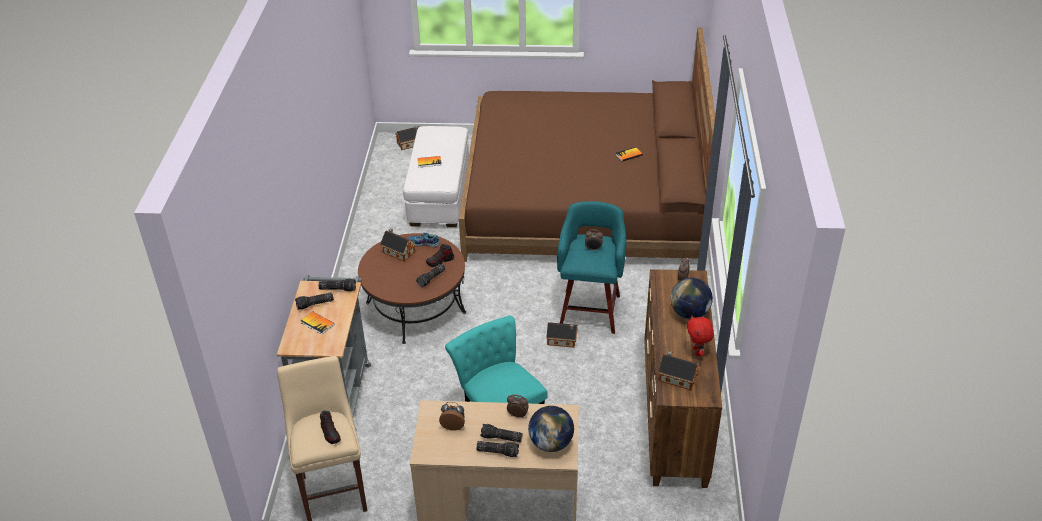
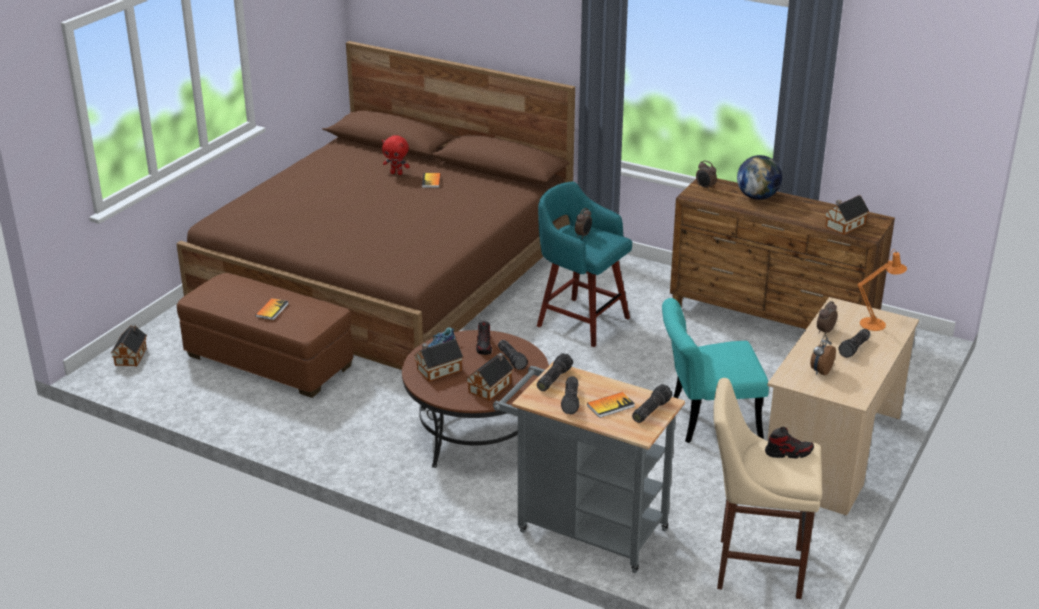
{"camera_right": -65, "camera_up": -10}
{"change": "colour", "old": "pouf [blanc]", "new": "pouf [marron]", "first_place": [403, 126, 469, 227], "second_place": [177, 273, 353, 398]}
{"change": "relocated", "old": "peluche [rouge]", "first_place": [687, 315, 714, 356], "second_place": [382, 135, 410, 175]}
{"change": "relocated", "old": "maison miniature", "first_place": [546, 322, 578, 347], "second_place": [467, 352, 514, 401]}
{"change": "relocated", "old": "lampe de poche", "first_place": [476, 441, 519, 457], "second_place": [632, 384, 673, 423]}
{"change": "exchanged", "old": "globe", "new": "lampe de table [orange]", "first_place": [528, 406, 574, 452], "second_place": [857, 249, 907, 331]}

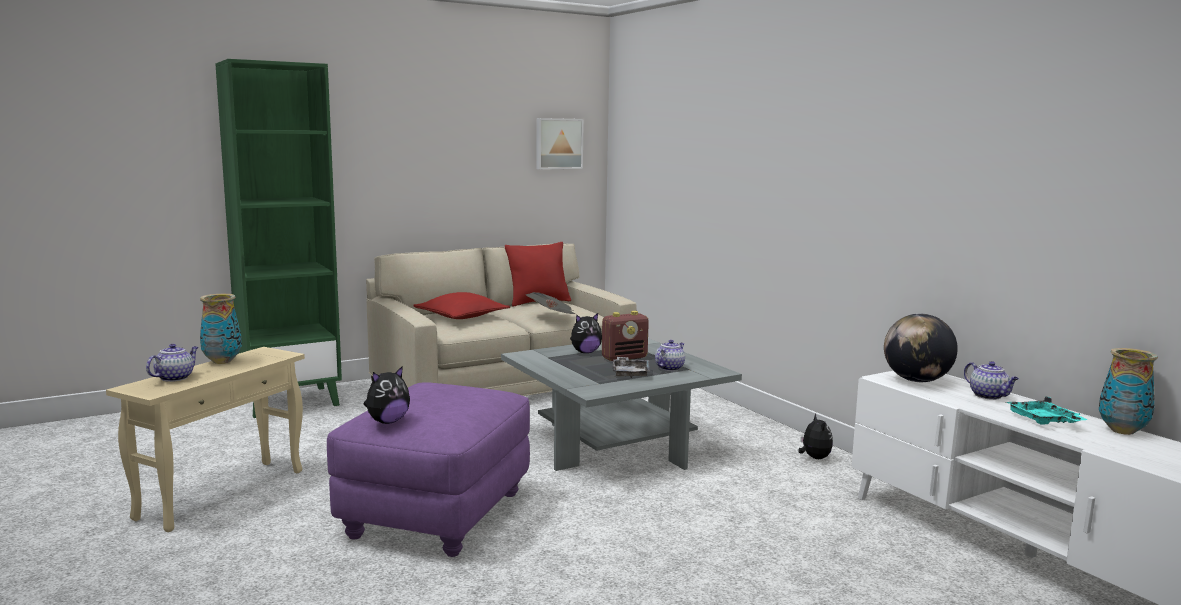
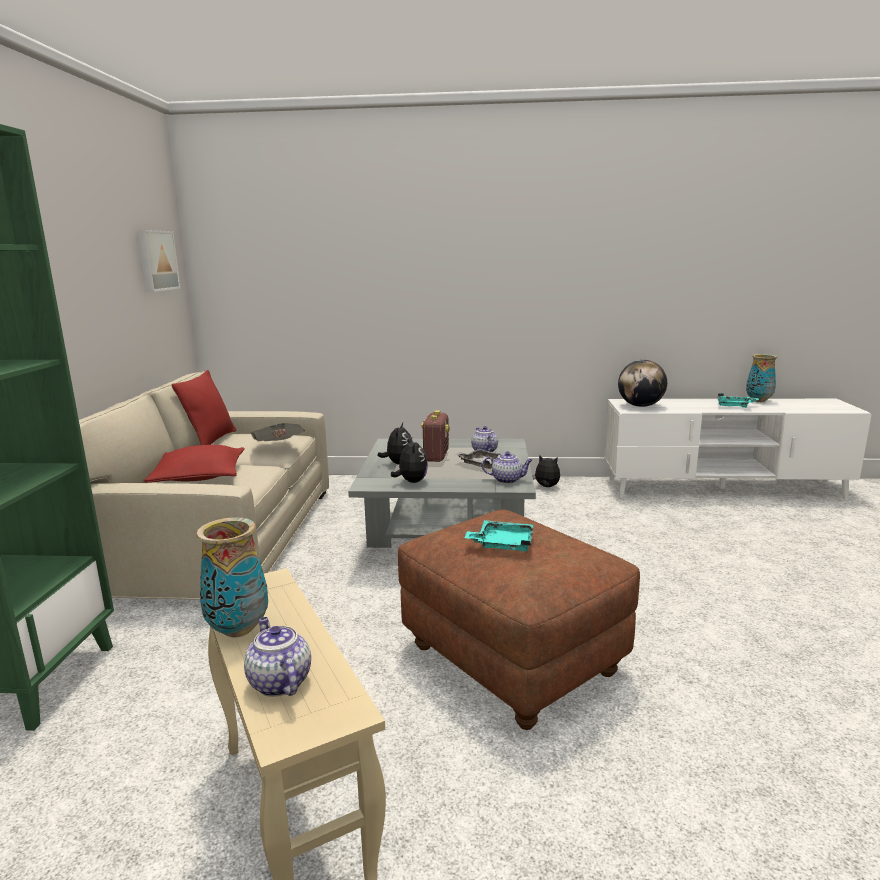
{"camera_right": -55, "camera_up": 5}
{"change": "relocated", "old": "peluche", "first_place": [363, 366, 410, 424], "second_place": [391, 436, 428, 483]}
{"change": "colour", "old": "pouf [violet]", "new": "pouf [marron]", "first_place": [327, 382, 530, 557], "second_place": [398, 509, 640, 730]}
{"change": "appeared", "new": "plateau [turquoise]", "second_place": [465, 520, 534, 551]}
{"change": "relocated", "old": "théière", "first_place": [964, 361, 1019, 400], "second_place": [482, 452, 533, 484]}

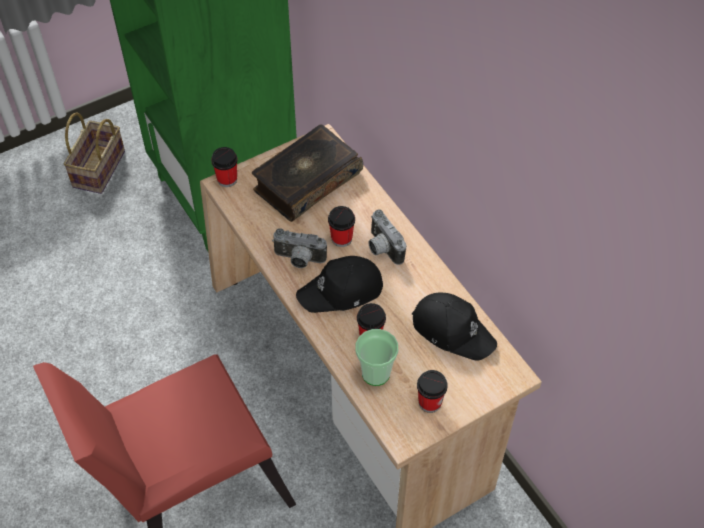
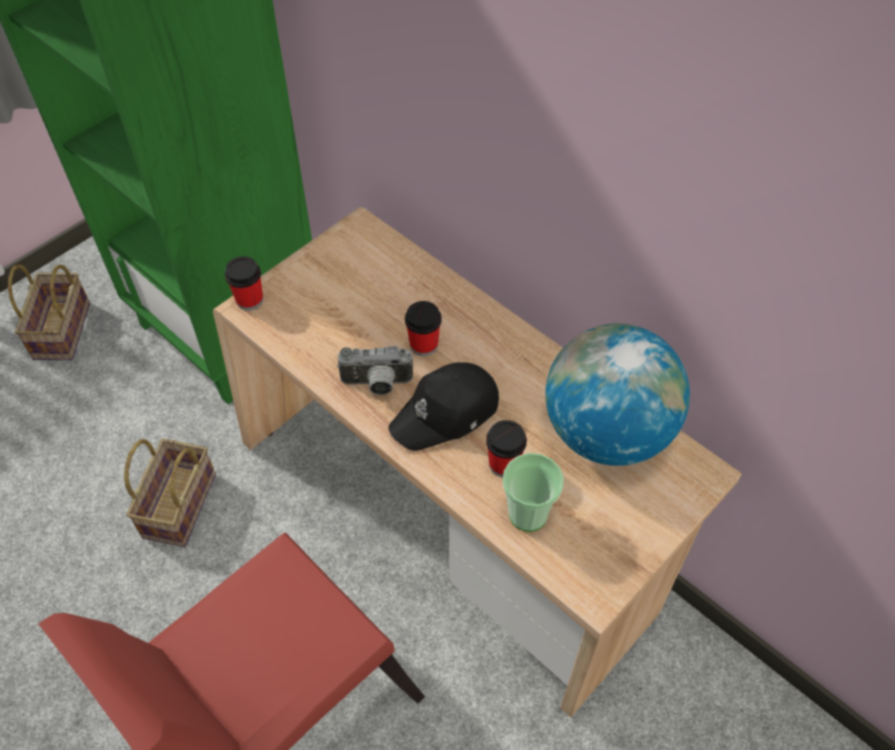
{"camera_right": -15, "camera_up": 0}
{"change": "appeared", "new": "panier", "second_place": [124, 439, 216, 547]}
{"change": "exchanged", "old": "casquette [noir]", "new": "globe", "first_place": [412, 293, 497, 361], "second_place": [545, 324, 690, 466]}
{"change": "missing", "old": "livre", "first_place": [252, 124, 363, 222]}
{"change": "missing", "old": "appareil photo", "first_place": [368, 210, 406, 265]}
{"change": "missing", "old": "tasse", "first_place": [417, 370, 448, 413]}

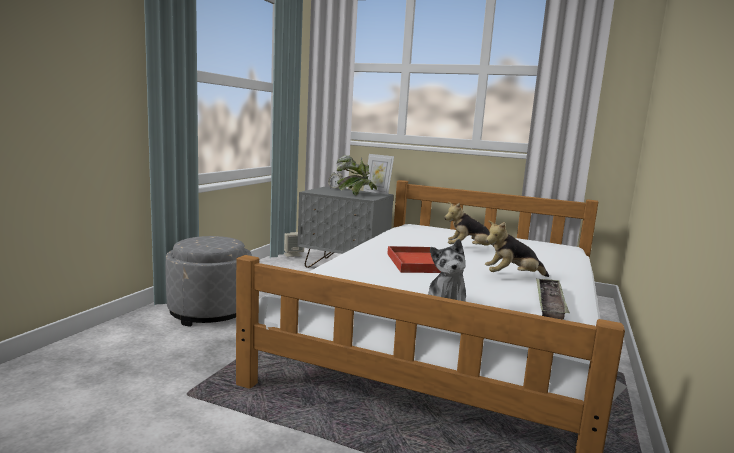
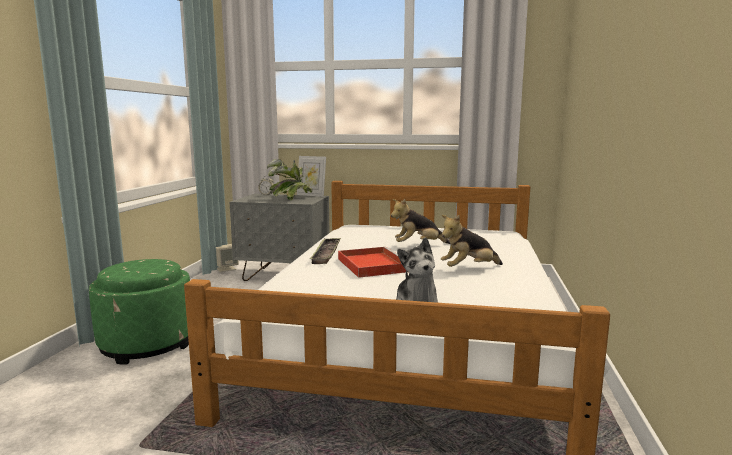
{"camera_right": -10, "camera_up": 0}
{"change": "colour", "old": "pouf [gris]", "new": "pouf [vert]", "first_place": [166, 236, 252, 327], "second_place": [89, 259, 190, 365]}
{"change": "relocated", "old": "plateau", "first_place": [536, 279, 570, 319], "second_place": [310, 238, 341, 264]}

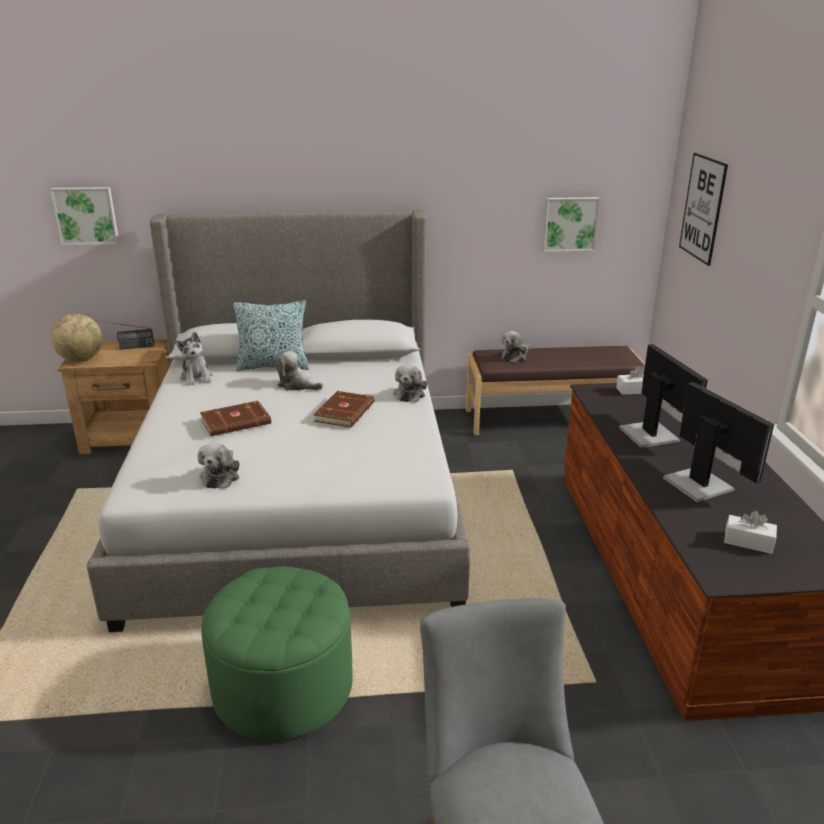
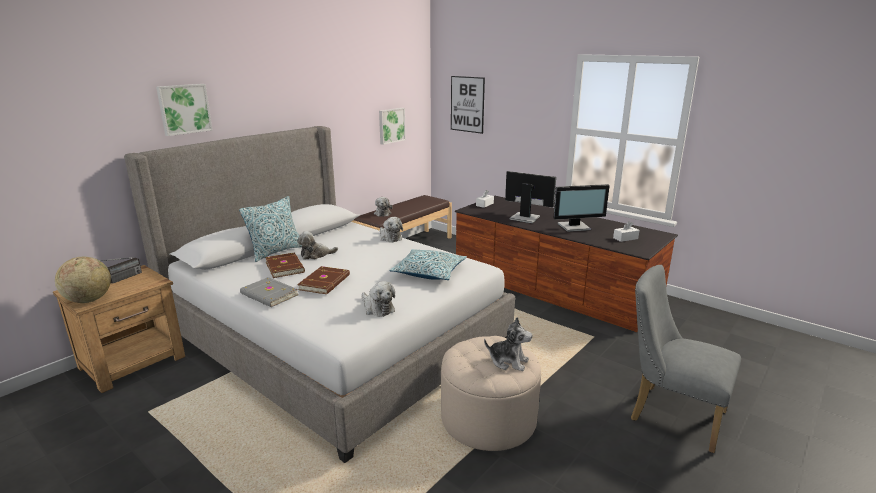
{"camera_right": -45, "camera_up": -5}
{"change": "relocated", "old": "tableau", "first_place": [50, 187, 119, 245], "second_place": [156, 84, 212, 136]}
{"change": "appeared", "new": "livre [gris]", "second_place": [240, 277, 298, 307]}
{"change": "relocated", "old": "livre [marron]", "first_place": [313, 391, 374, 428], "second_place": [265, 253, 305, 278]}
{"change": "appeared", "new": "coussin", "second_place": [389, 249, 467, 280]}
{"change": "colour", "old": "pouf [vert]", "new": "pouf [beige]", "first_place": [201, 566, 353, 741], "second_place": [441, 336, 541, 451]}
{"change": "relocated", "old": "peluche", "first_place": [175, 332, 213, 386], "second_place": [484, 317, 532, 371]}
{"change": "spun", "old": "écran d'ordinateur", "first_place": [663, 382, 774, 502], "second_place": [553, 184, 610, 232], "degrees": 150}

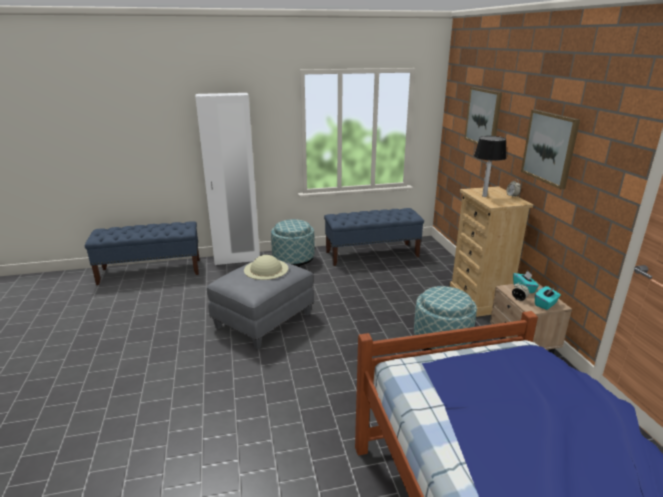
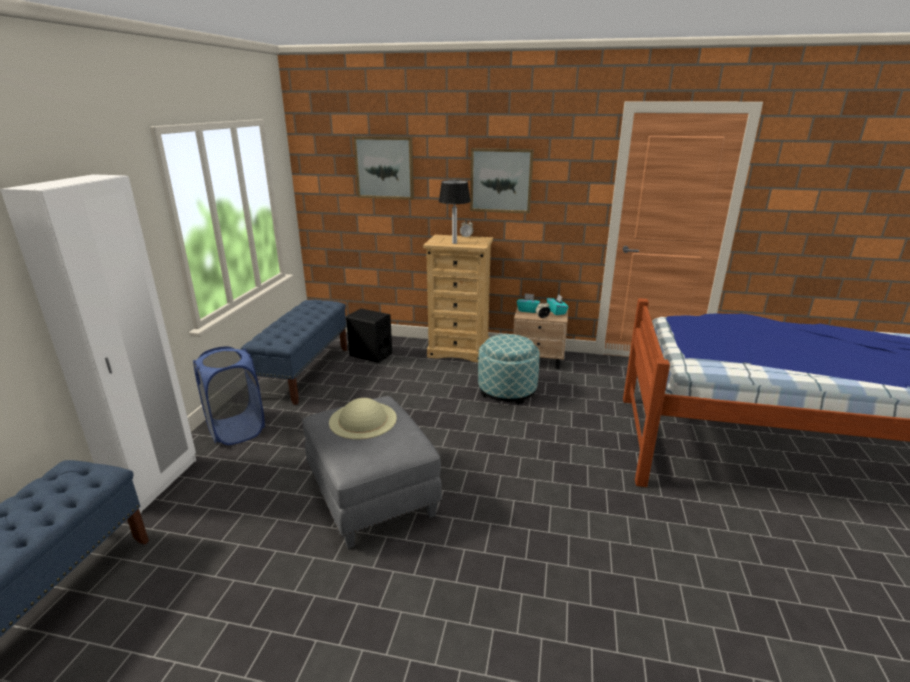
{"camera_right": -65, "camera_up": 0}
{"change": "exchanged", "old": "pouf", "new": "panier à linge [bleu]", "first_place": [271, 219, 315, 267], "second_place": [193, 346, 265, 445]}
{"change": "appeared", "new": "enceinte [noir]", "second_place": [346, 309, 392, 363]}

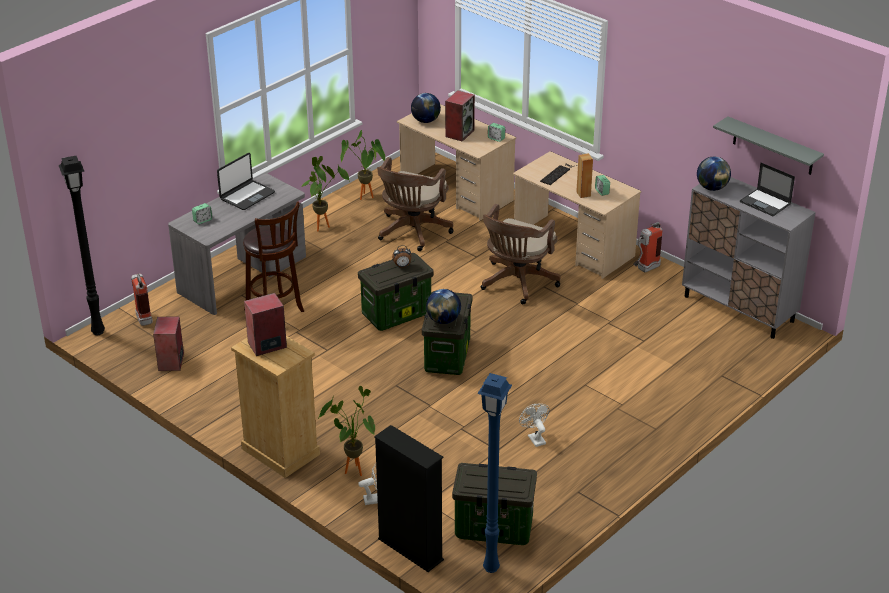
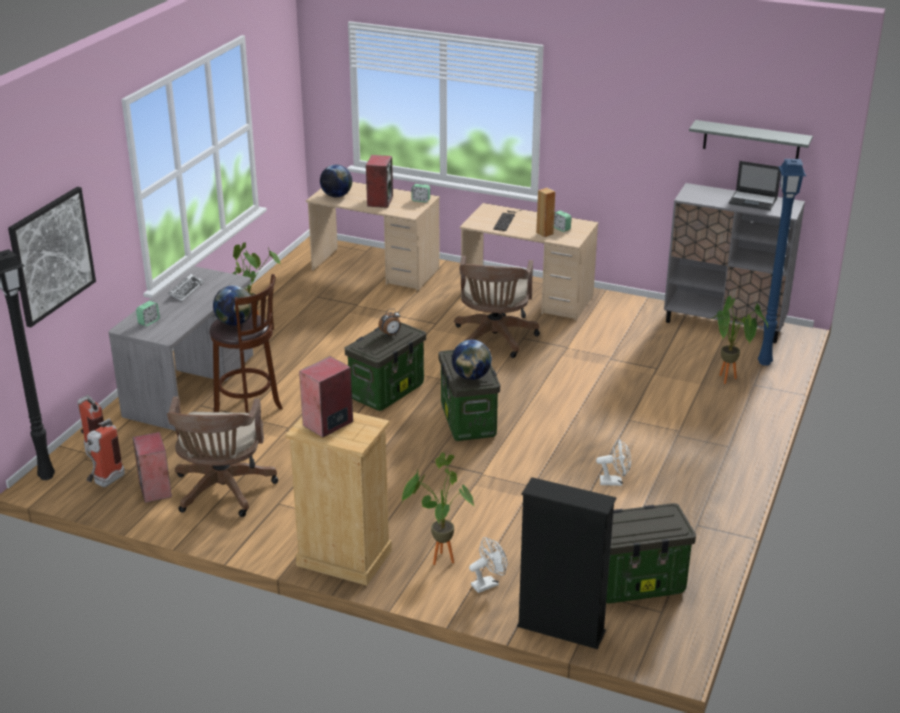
{"camera_right": -20, "camera_up": -5}
{"change": "appeared", "new": "tableau", "second_place": [8, 187, 96, 327]}
{"change": "relocated", "old": "extincteur", "first_place": [633, 222, 663, 272], "second_place": [85, 419, 125, 487]}
{"change": "relocated", "old": "chaise de bureau [marron]", "first_place": [377, 157, 454, 251], "second_place": [167, 396, 278, 517]}
{"change": "exchanged", "old": "ordinateur portable", "new": "clavier", "first_place": [217, 153, 275, 210], "second_place": [168, 274, 204, 301]}
{"change": "relocated", "old": "globe", "first_place": [697, 157, 731, 191], "second_place": [213, 285, 252, 326]}
{"change": "spun", "old": "ventilateur [blanc]", "first_place": [519, 404, 550, 447], "second_place": [596, 439, 631, 486], "degrees": 135}
{"change": "relocated", "old": "plante en pot", "first_place": [340, 130, 385, 200], "second_place": [711, 296, 768, 384]}
{"change": "relocated", "old": "lampadaire [bleu]", "first_place": [477, 373, 512, 573], "second_place": [758, 159, 806, 366]}

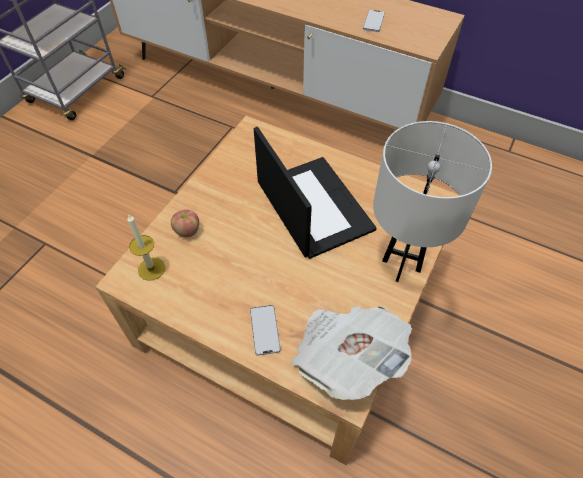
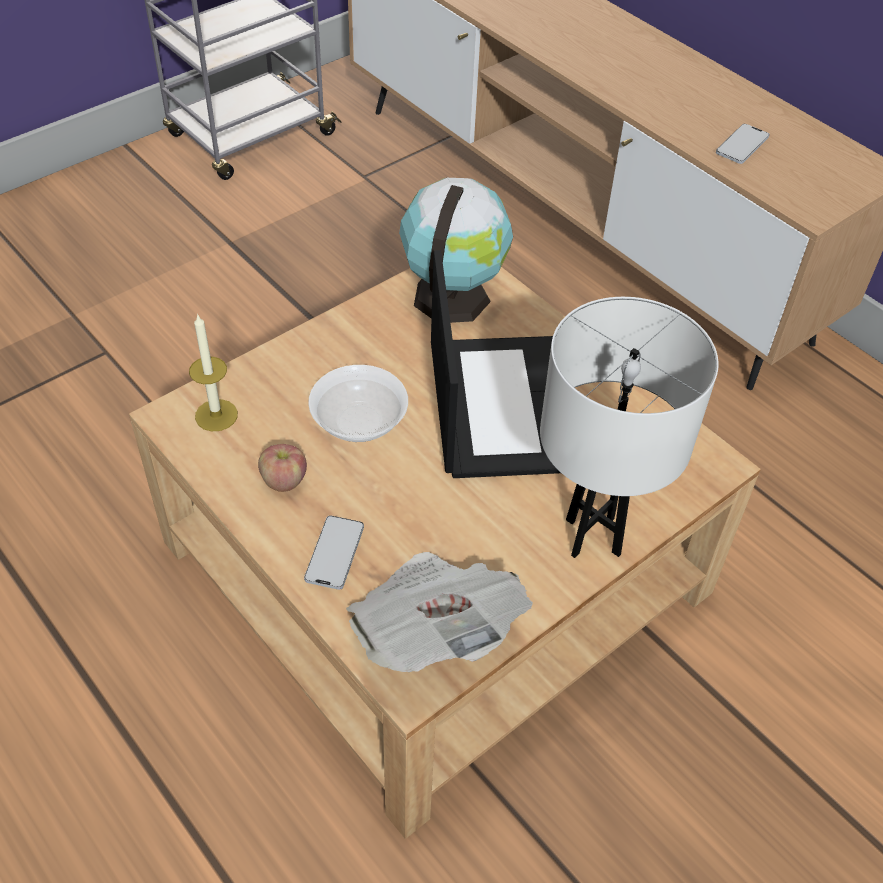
{"camera_right": 20, "camera_up": -5}
{"change": "relocated", "old": "pomme", "first_place": [171, 210, 199, 237], "second_place": [258, 444, 307, 492]}
{"change": "appeared", "new": "bol", "second_place": [308, 365, 408, 442]}
{"change": "appeared", "new": "globe", "second_place": [399, 178, 513, 323]}

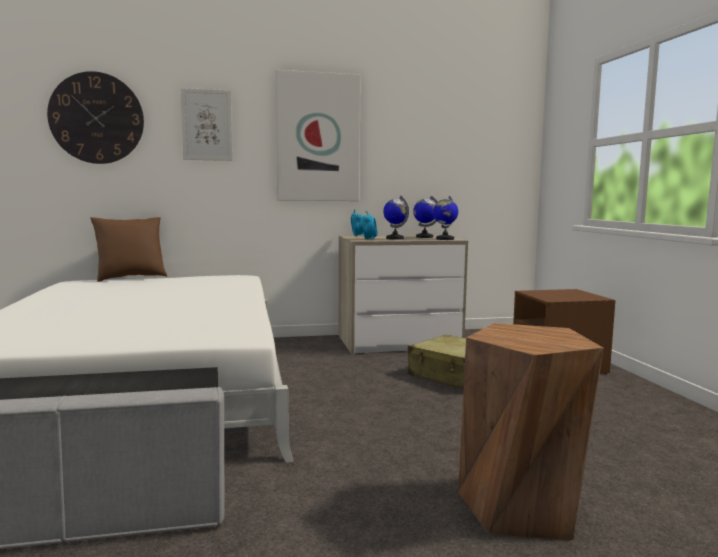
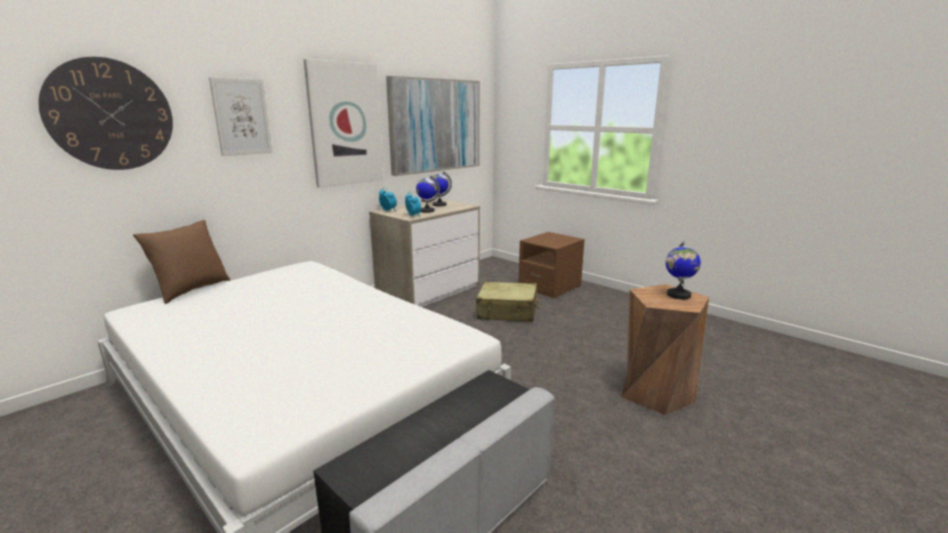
{"camera_right": -35, "camera_up": 10}
{"change": "appeared", "new": "tableau", "second_place": [386, 76, 480, 176]}
{"change": "relocated", "old": "globe", "first_place": [433, 196, 458, 240], "second_place": [666, 241, 701, 299]}

